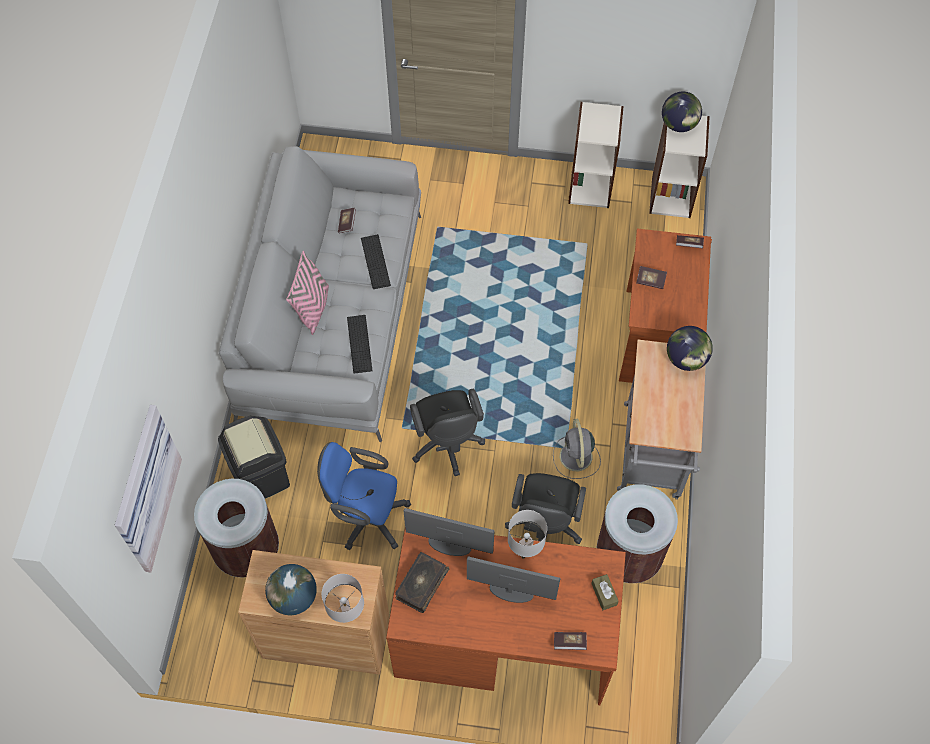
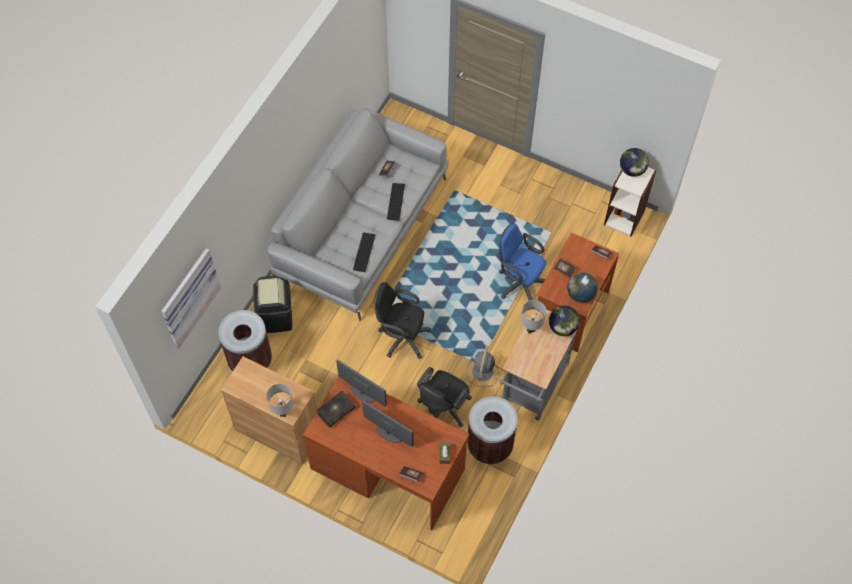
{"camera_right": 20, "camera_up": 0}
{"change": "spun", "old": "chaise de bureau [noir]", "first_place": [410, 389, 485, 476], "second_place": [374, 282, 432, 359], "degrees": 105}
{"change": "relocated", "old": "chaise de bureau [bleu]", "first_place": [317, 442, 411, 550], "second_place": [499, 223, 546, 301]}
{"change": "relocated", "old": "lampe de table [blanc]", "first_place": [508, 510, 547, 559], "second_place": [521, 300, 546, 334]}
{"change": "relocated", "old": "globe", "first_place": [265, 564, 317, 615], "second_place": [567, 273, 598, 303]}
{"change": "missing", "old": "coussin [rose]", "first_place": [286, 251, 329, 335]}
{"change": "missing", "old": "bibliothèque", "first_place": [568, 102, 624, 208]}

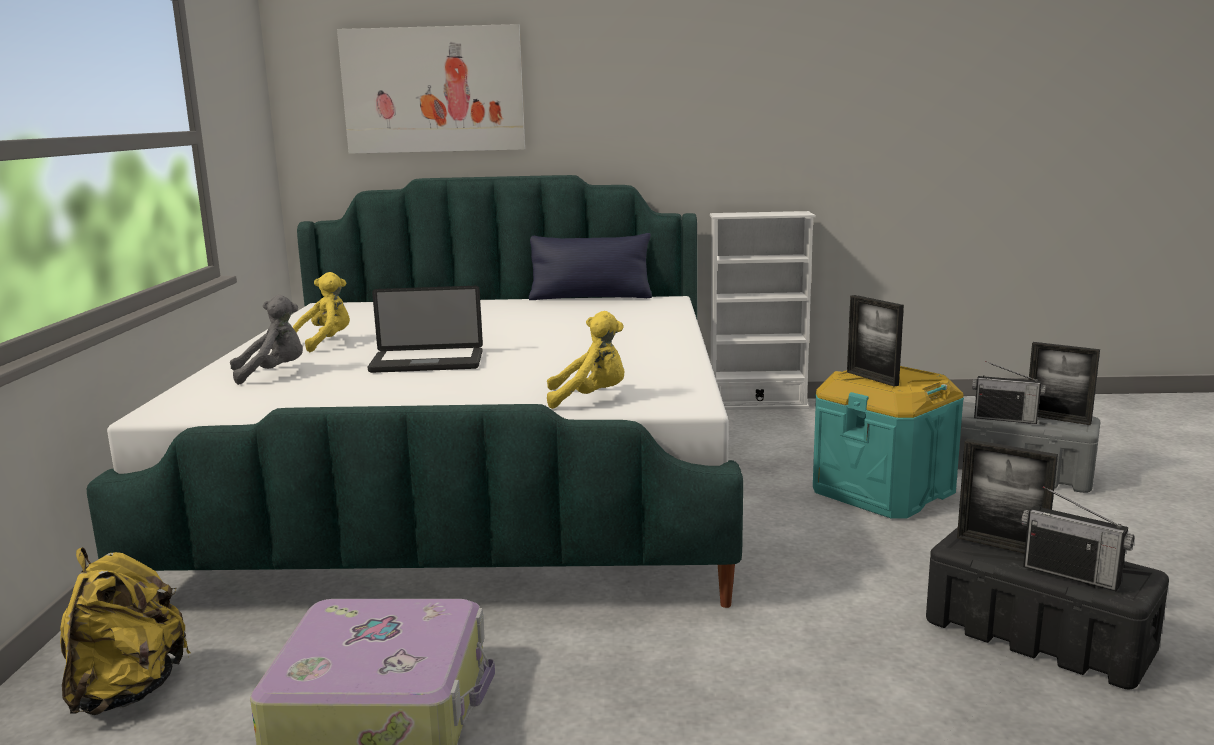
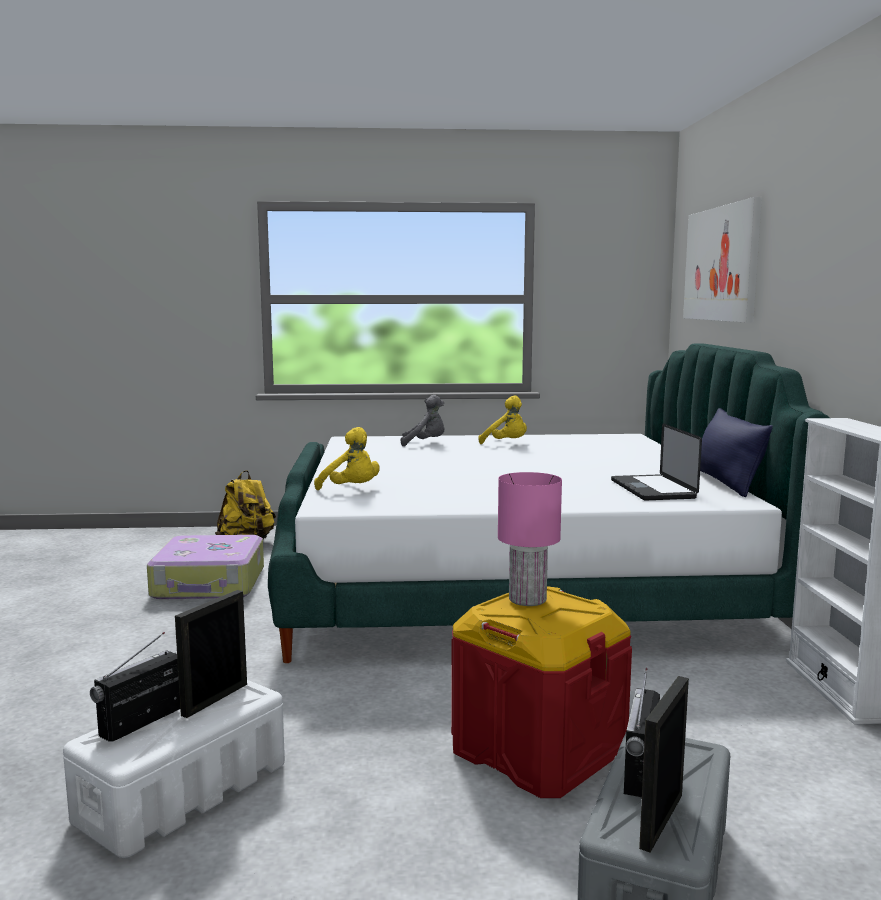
{"camera_right": 85, "camera_up": -5}
{"change": "colour", "old": "boîte de rangement [noir]", "new": "boîte de rangement [blanc]", "first_place": [926, 527, 1169, 689], "second_place": [63, 680, 285, 858]}
{"change": "spun", "old": "peluche [jaune]", "first_place": [547, 311, 625, 409], "second_place": [314, 427, 380, 490], "degrees": -45}
{"change": "spun", "old": "peluche [gris]", "first_place": [230, 295, 303, 385], "second_place": [401, 395, 444, 446], "degrees": -60}
{"change": "colour", "old": "boîte de rangement [turquoise]", "new": "boîte de rangement [rouge]", "first_place": [813, 366, 964, 519], "second_place": [451, 586, 632, 798]}
{"change": "exchanged", "old": "cadre photo", "new": "lampe de table [rose]", "first_place": [847, 295, 904, 387], "second_place": [498, 472, 562, 606]}
{"change": "relocated", "old": "ordinateur portable", "first_place": [368, 286, 483, 373], "second_place": [611, 423, 702, 501]}

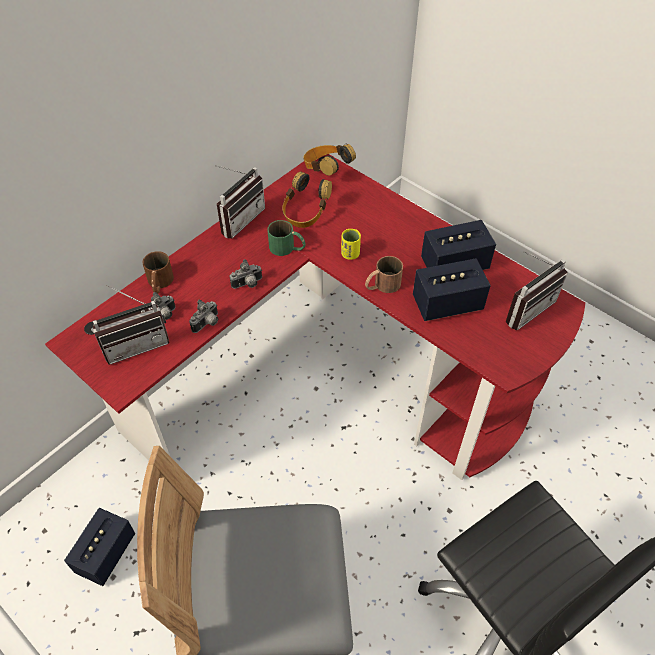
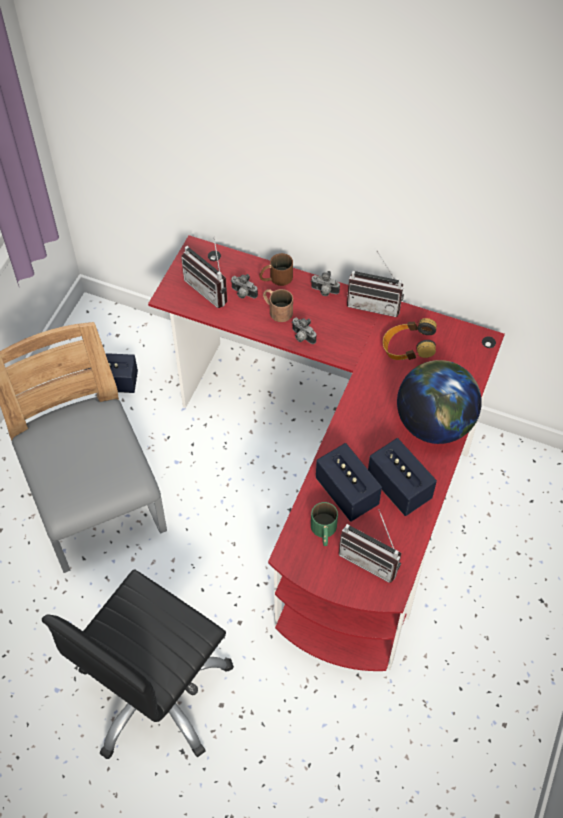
{"camera_right": 70, "camera_up": 5}
{"change": "relocated", "old": "mug [marron]", "first_place": [365, 256, 403, 293], "second_place": [263, 289, 293, 322]}
{"change": "relocated", "old": "appareil photo", "first_place": [189, 299, 218, 333], "second_place": [311, 271, 340, 296]}
{"change": "relocated", "old": "mug [vert]", "first_place": [267, 220, 305, 256], "second_place": [311, 502, 338, 546]}
{"change": "appeared", "new": "globe", "second_place": [397, 360, 482, 444]}
{"change": "missing", "old": "casque audio", "first_place": [303, 144, 356, 176]}
{"change": "missing", "old": "tasse [jaune]", "first_place": [341, 229, 361, 260]}

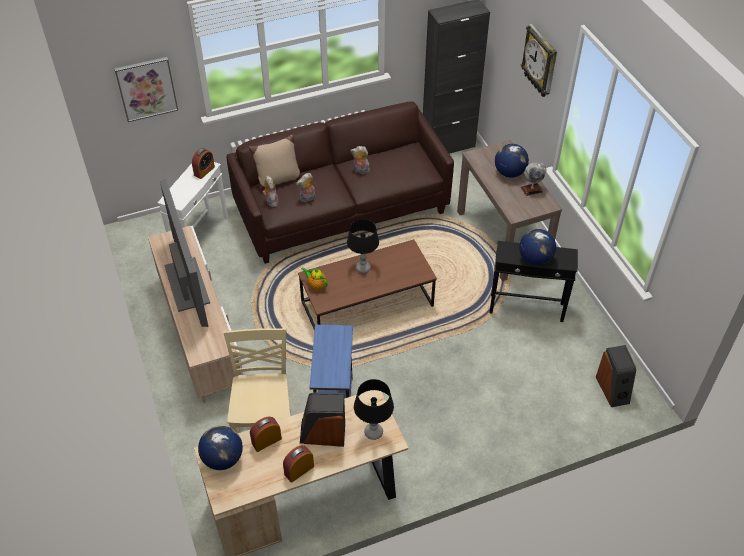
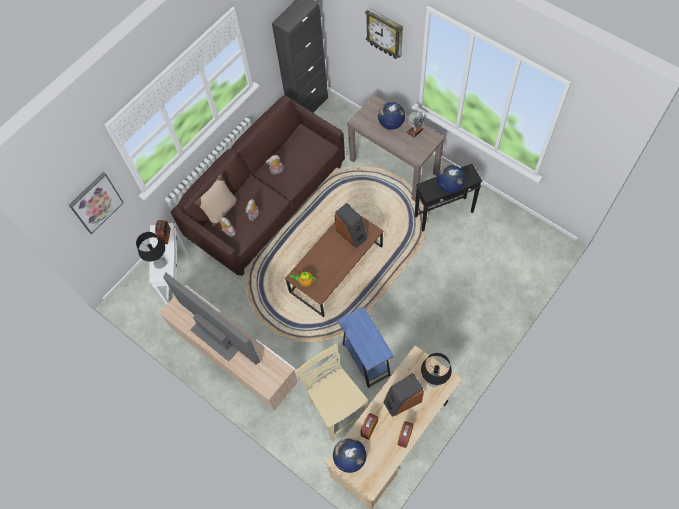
{"camera_right": -25, "camera_up": 15}
{"change": "relocated", "old": "lampe de table [noir]", "first_place": [347, 219, 379, 273], "second_place": [136, 232, 167, 269]}
{"change": "relocated", "old": "enceinte", "first_place": [596, 345, 636, 407], "second_place": [334, 203, 367, 248]}

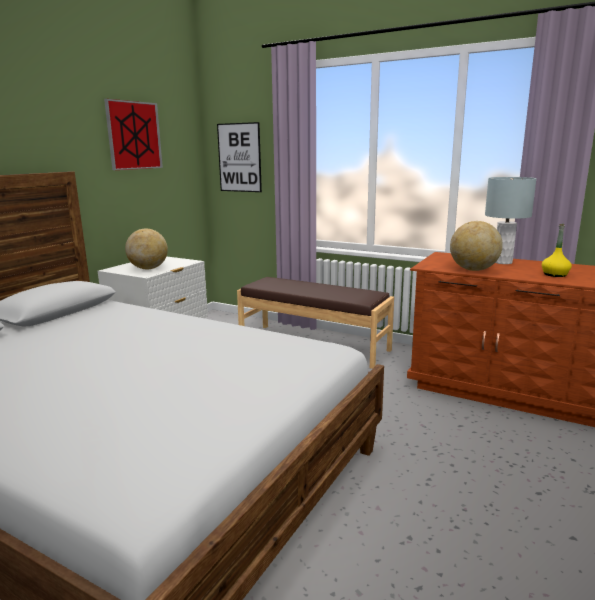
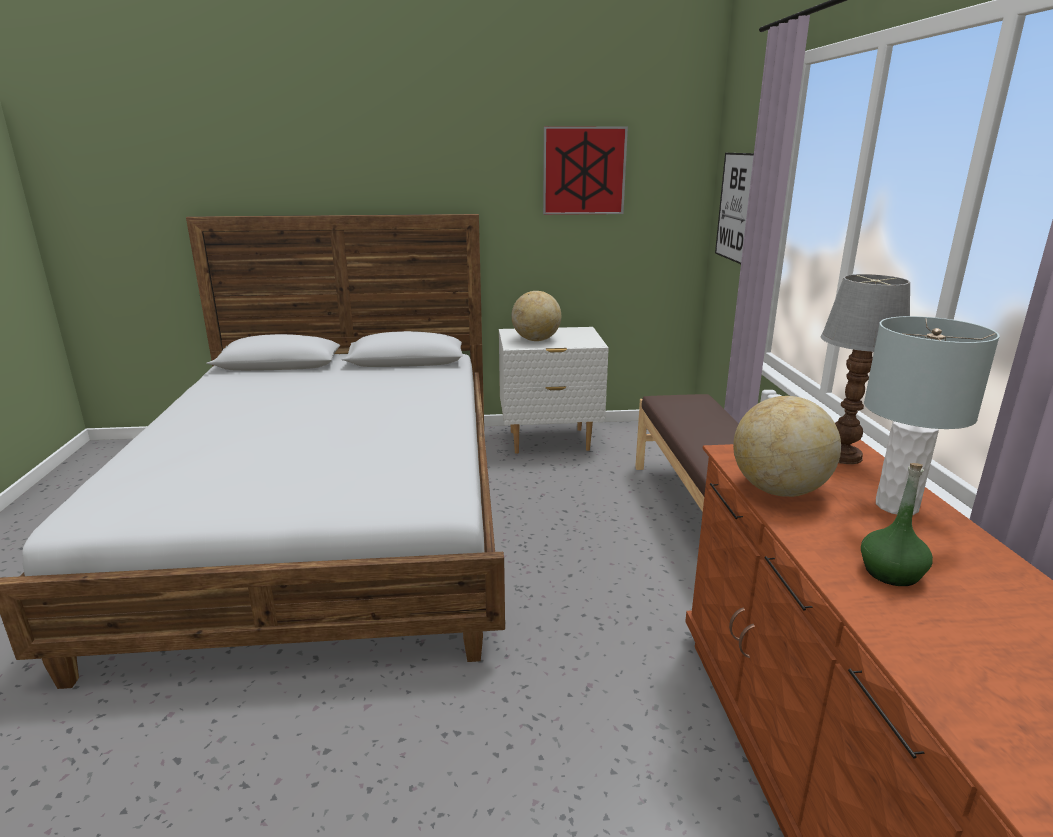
{"camera_right": 55, "camera_up": 5}
{"change": "appeared", "new": "lampe de table", "second_place": [821, 274, 910, 464]}
{"change": "colour", "old": "bouteille [jaune]", "new": "bouteille [vert]", "first_place": [542, 224, 572, 277], "second_place": [861, 463, 933, 586]}

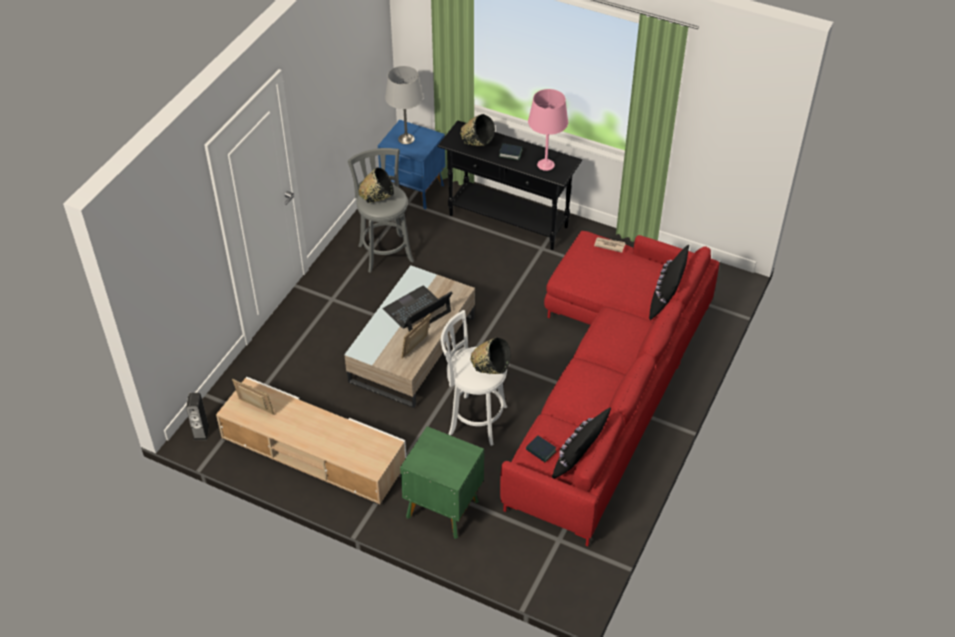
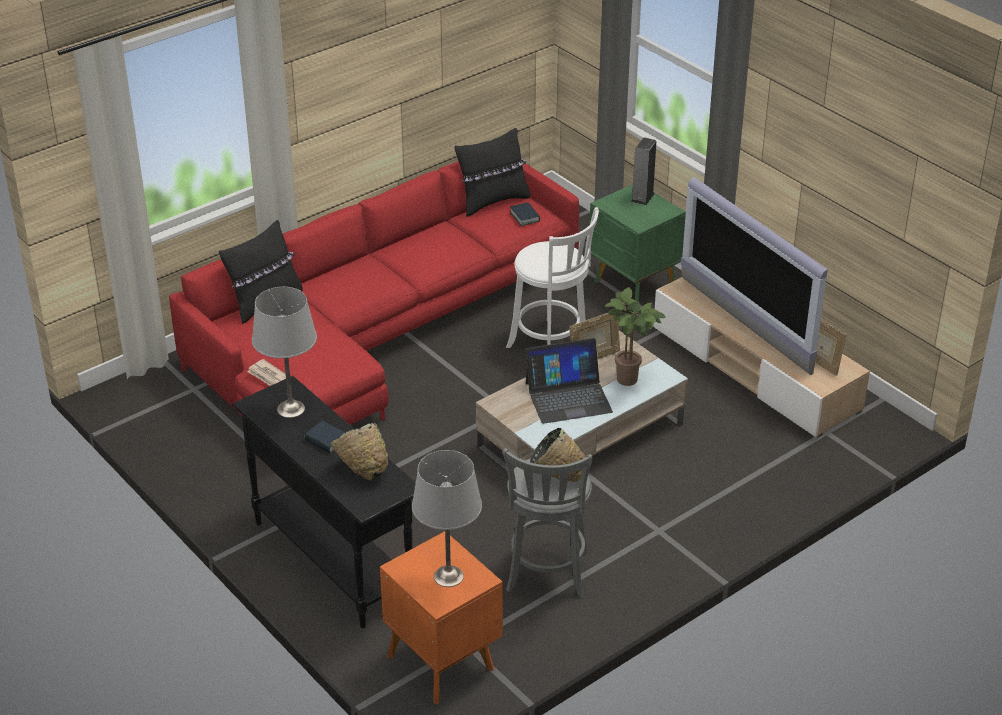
{"camera_right": -155, "camera_up": -10}
{"change": "colour", "old": "lampe de table [rose]", "new": "lampe de table [gris]", "first_place": [528, 89, 568, 171], "second_place": [252, 287, 317, 418]}
{"change": "colour", "old": "table de chevet [bleu]", "new": "table de chevet [orange]", "first_place": [378, 120, 445, 209], "second_place": [380, 531, 503, 704]}
{"change": "appeared", "new": "plante en pot", "second_place": [605, 287, 666, 386]}
{"change": "relocated", "old": "enceinte", "first_place": [186, 393, 209, 440], "second_place": [631, 137, 656, 205]}
{"change": "appeared", "new": "téléviseur", "second_place": [681, 177, 828, 375]}
{"change": "missing", "old": "bol [noir]", "first_place": [470, 338, 510, 374]}

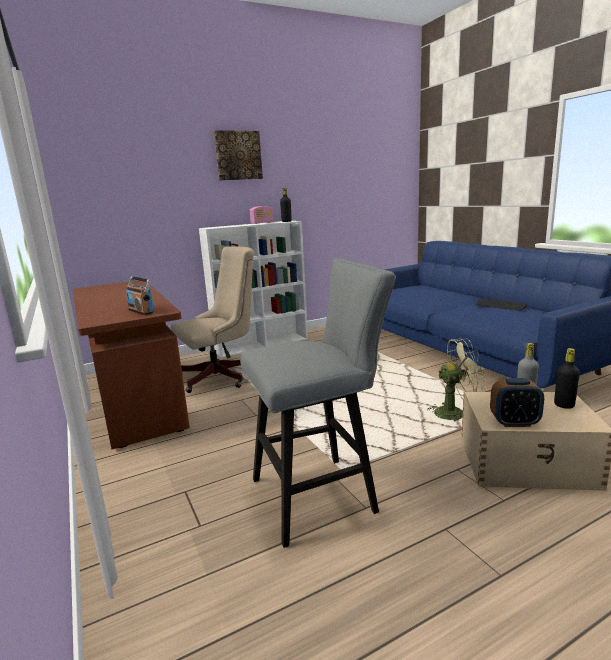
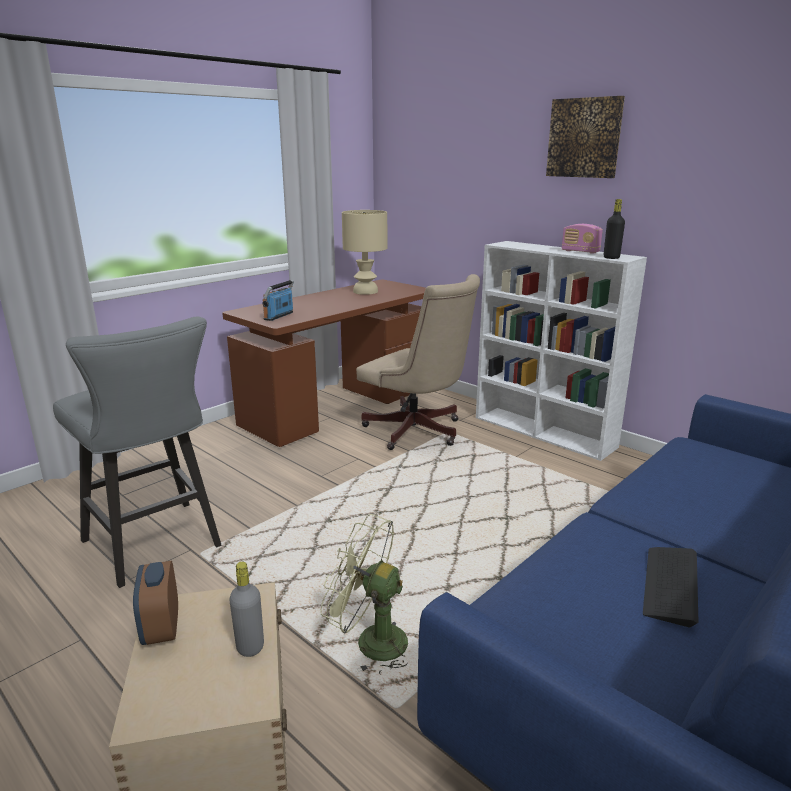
{"camera_right": 70, "camera_up": 5}
{"change": "spun", "old": "ventilateur [vert]", "first_place": [427, 338, 487, 421], "second_place": [320, 514, 408, 674], "degrees": 135}
{"change": "appeared", "new": "lampe de table [beige]", "second_place": [342, 210, 387, 295]}
{"change": "missing", "old": "bouteille [noir]", "first_place": [554, 348, 580, 409]}

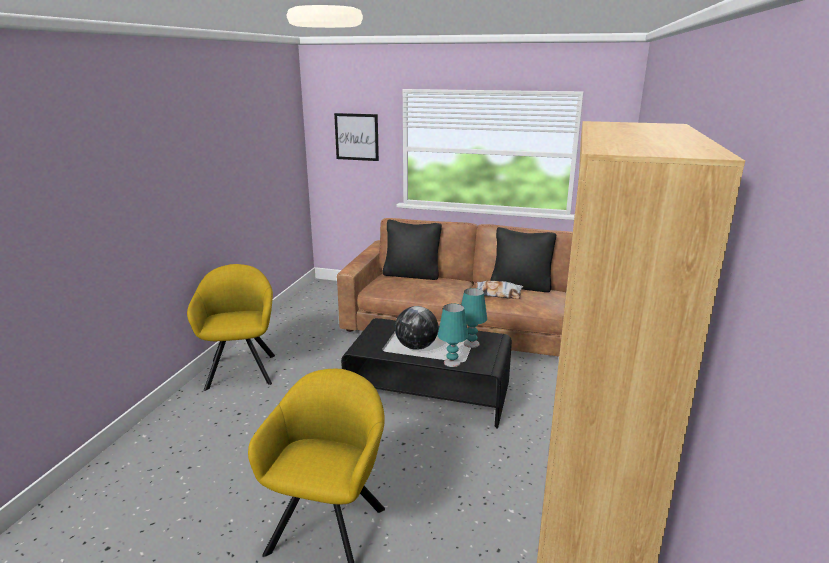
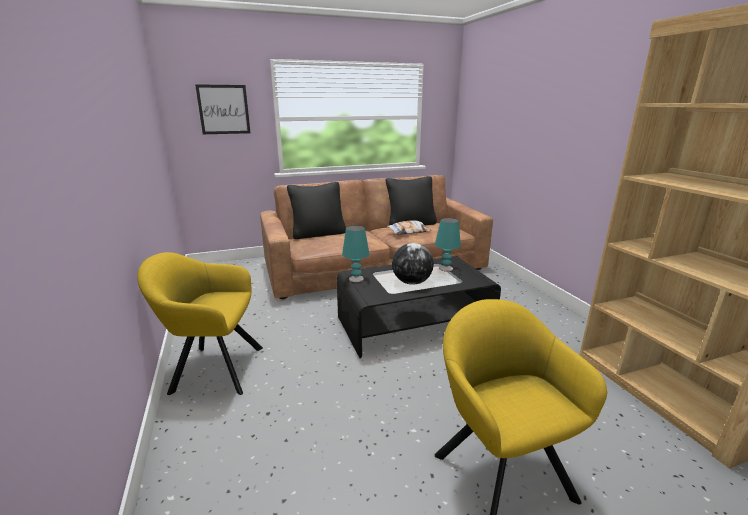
{"camera_right": -35, "camera_up": 0}
{"change": "spun", "old": "fauteuil [jaune]", "first_place": [187, 264, 275, 391], "second_place": [137, 252, 263, 395], "degrees": -45}
{"change": "relocated", "old": "lampe de table [turquoise]", "first_place": [438, 304, 468, 367], "second_place": [342, 225, 370, 282]}

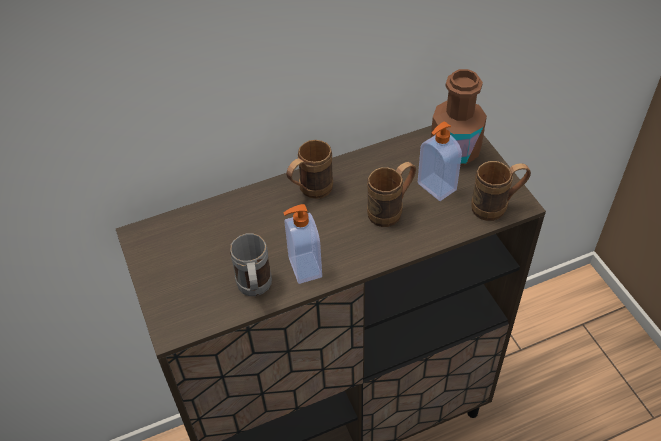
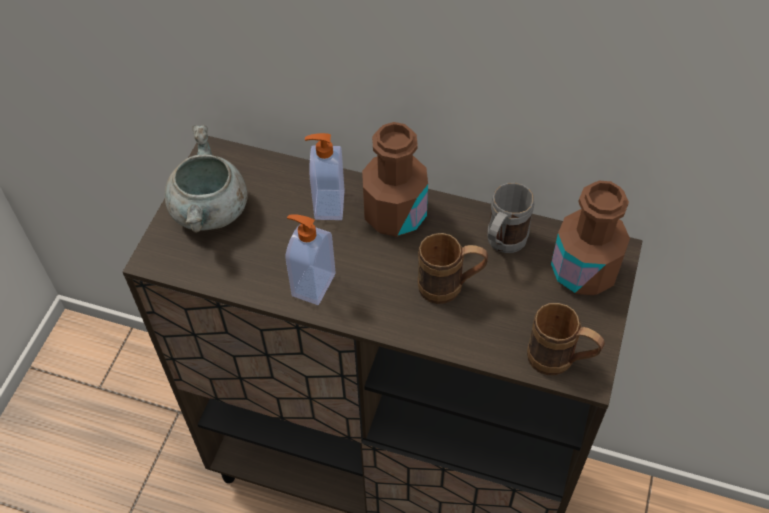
{"camera_right": 40, "camera_up": 5}
{"change": "appeared", "new": "marmite [gris]", "second_place": [165, 125, 248, 233]}
{"change": "relocated", "old": "distributeur de savon", "first_place": [418, 122, 462, 201], "second_place": [305, 133, 344, 220]}
{"change": "exchanged", "old": "mug [marron]", "new": "bouteille [marron]", "first_place": [286, 140, 333, 199], "second_place": [362, 122, 428, 237]}
{"change": "relocated", "old": "mug [gris]", "first_place": [230, 233, 272, 296], "second_place": [487, 183, 534, 253]}

